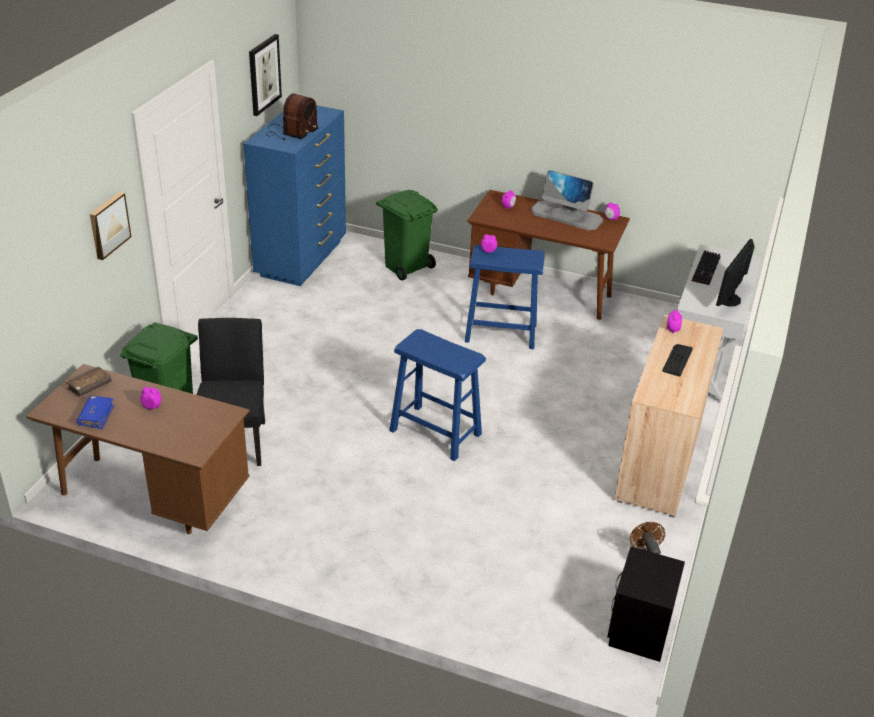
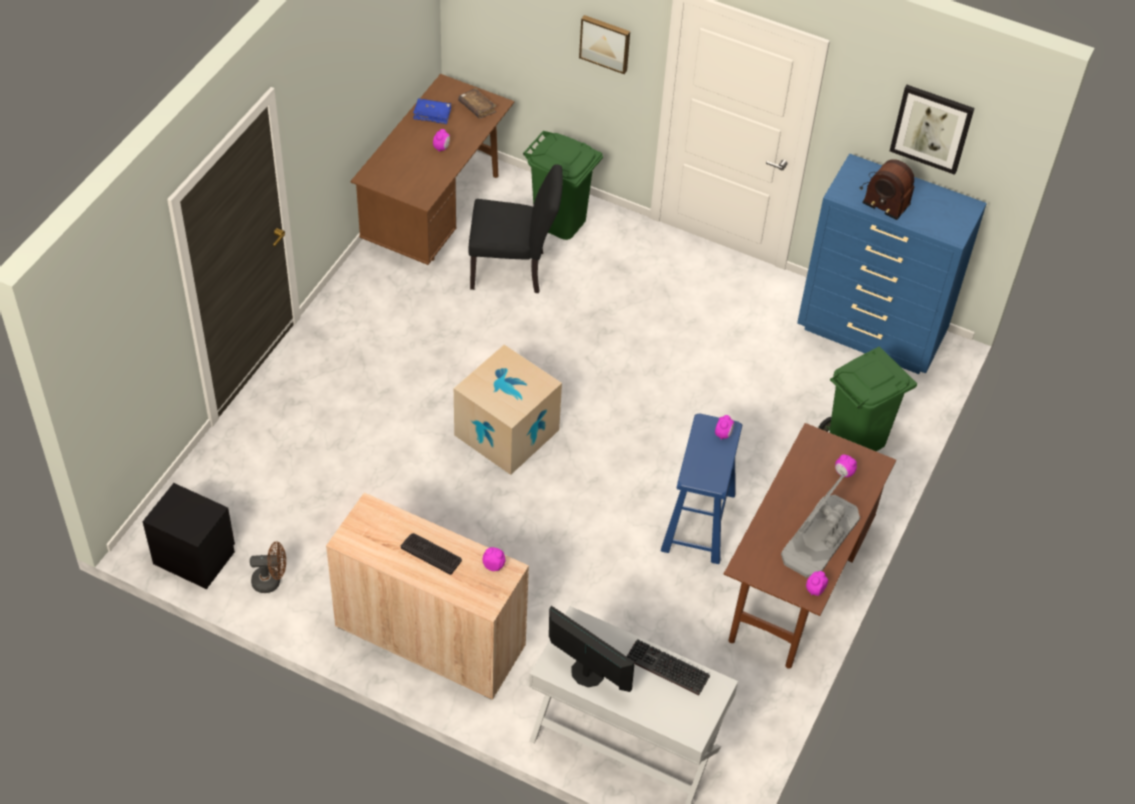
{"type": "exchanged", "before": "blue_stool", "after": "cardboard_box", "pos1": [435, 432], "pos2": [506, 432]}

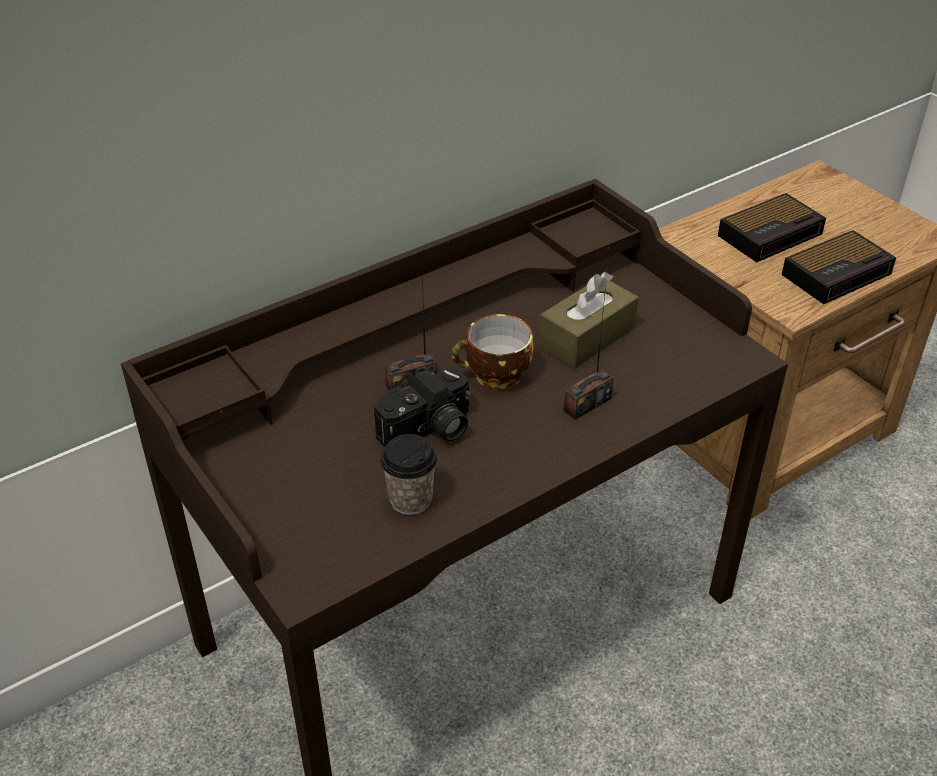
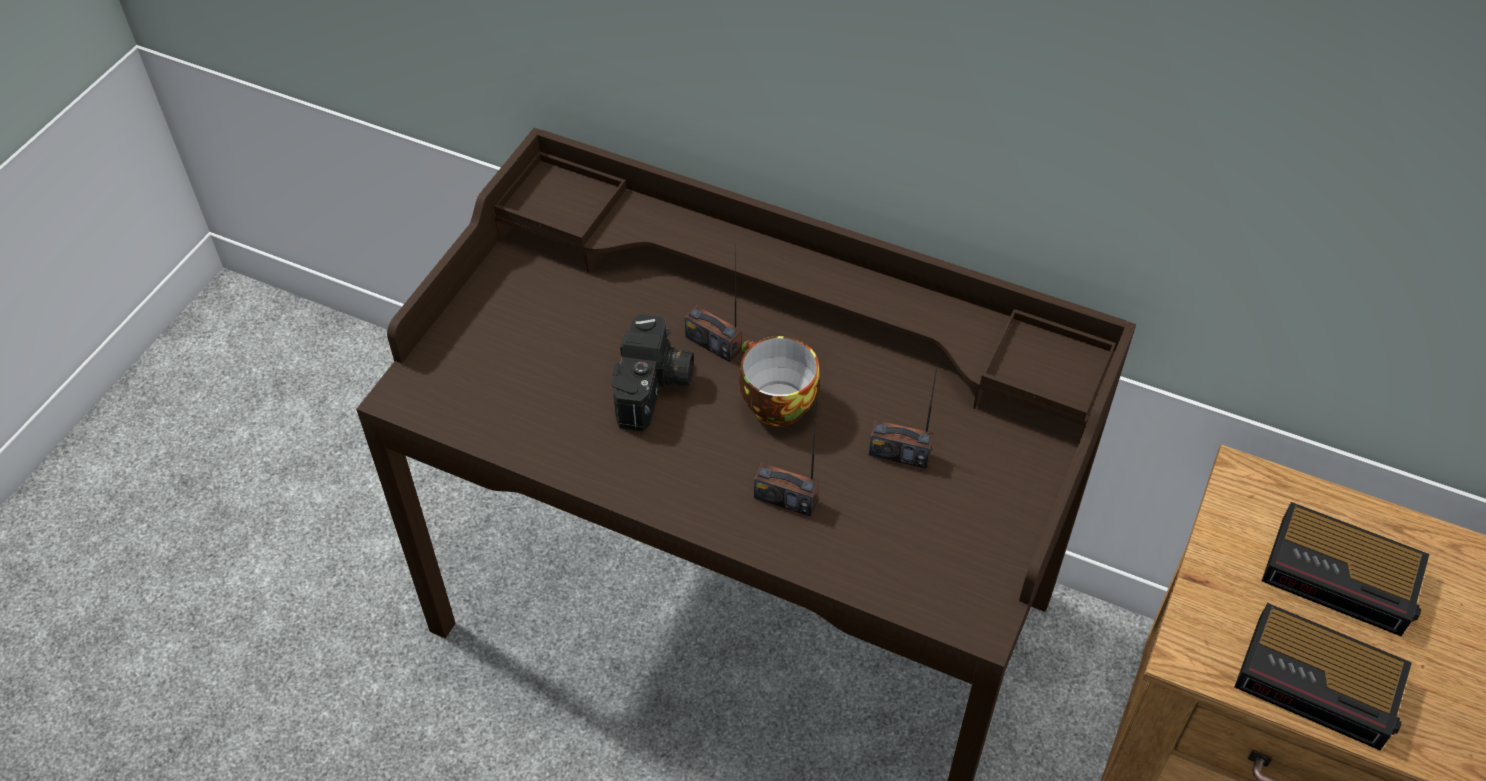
{"type": "missing", "before": "cup", "pos1": [410, 500]}
{"type": "exchanged", "before": "brown_tissue_box", "after": "radio", "pos1": [587, 337], "pos2": [899, 453]}
{"type": "spun", "before": "photo_camera", "pos1": [429, 431], "pos2": [655, 388], "turn": -105}

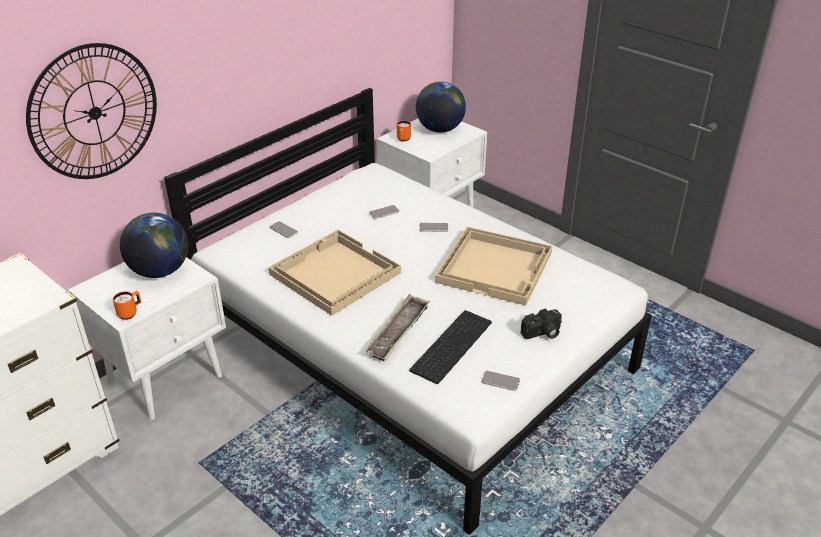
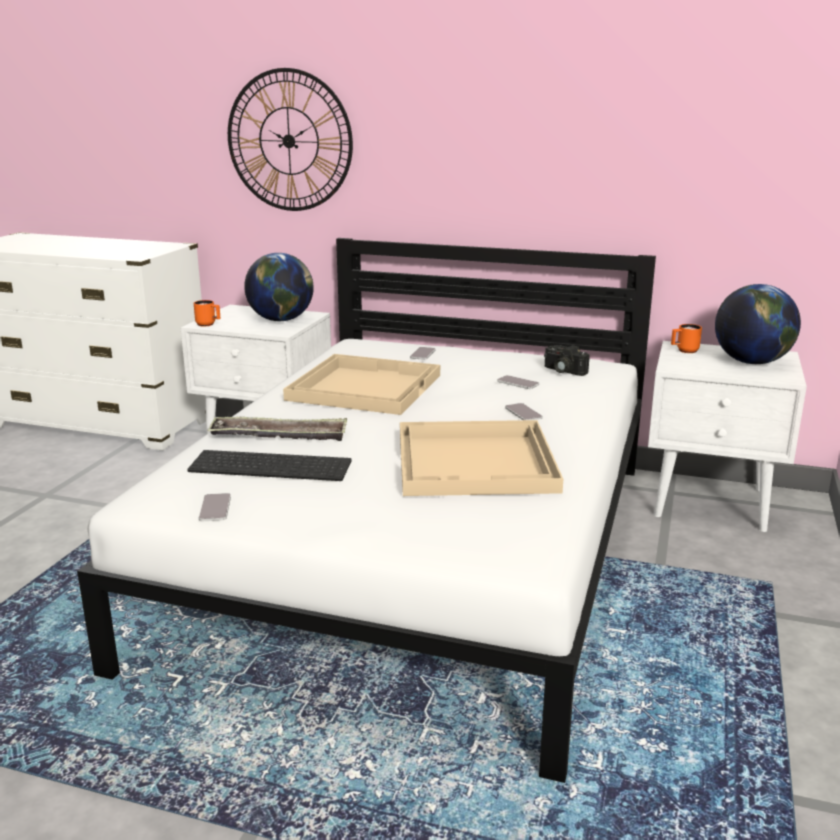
{"type": "relocated", "before": "photo_camera", "pos1": [542, 333], "pos2": [562, 371]}

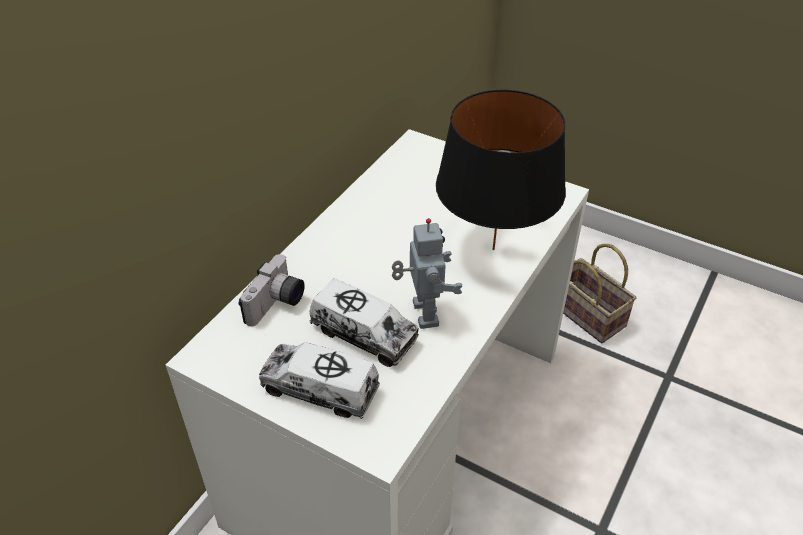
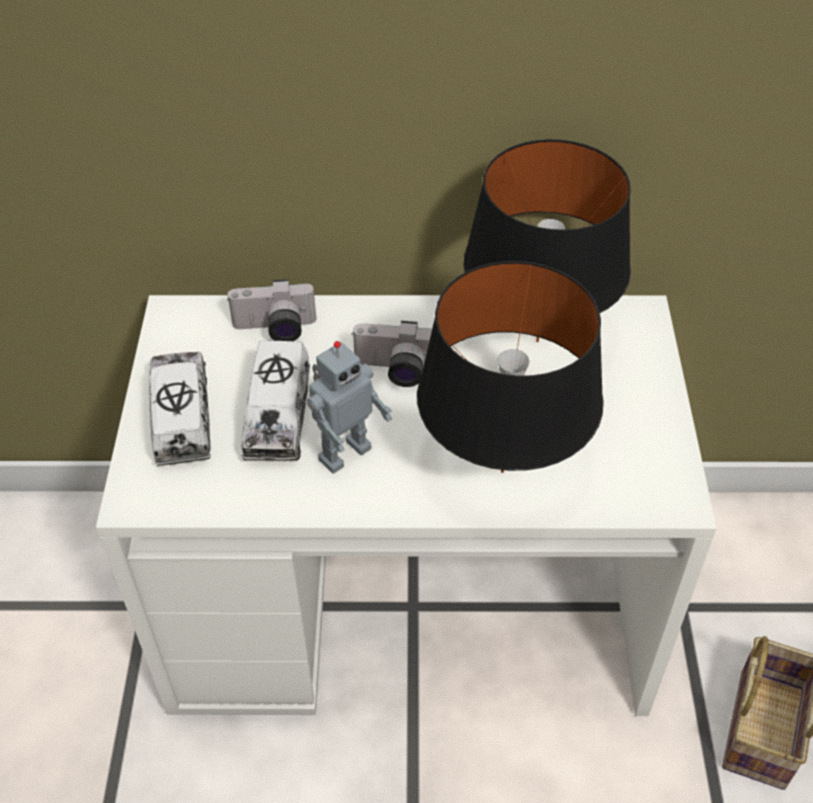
{"type": "appeared", "after": "photo_camera", "pos2": [396, 371]}
{"type": "appeared", "after": "black_table_lamp", "pos2": [537, 340]}

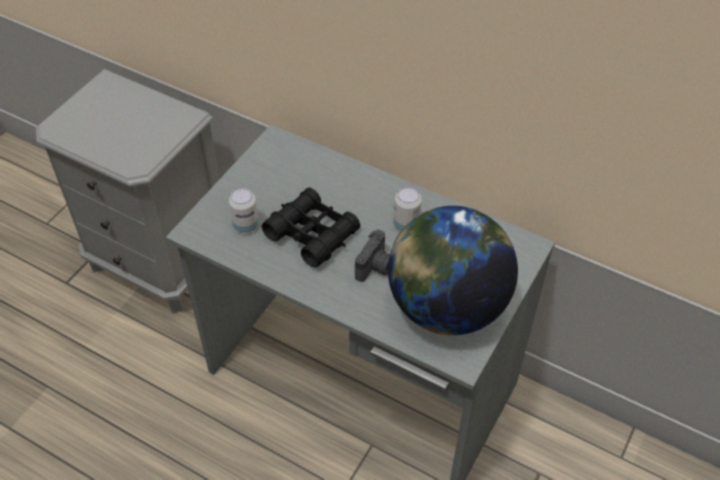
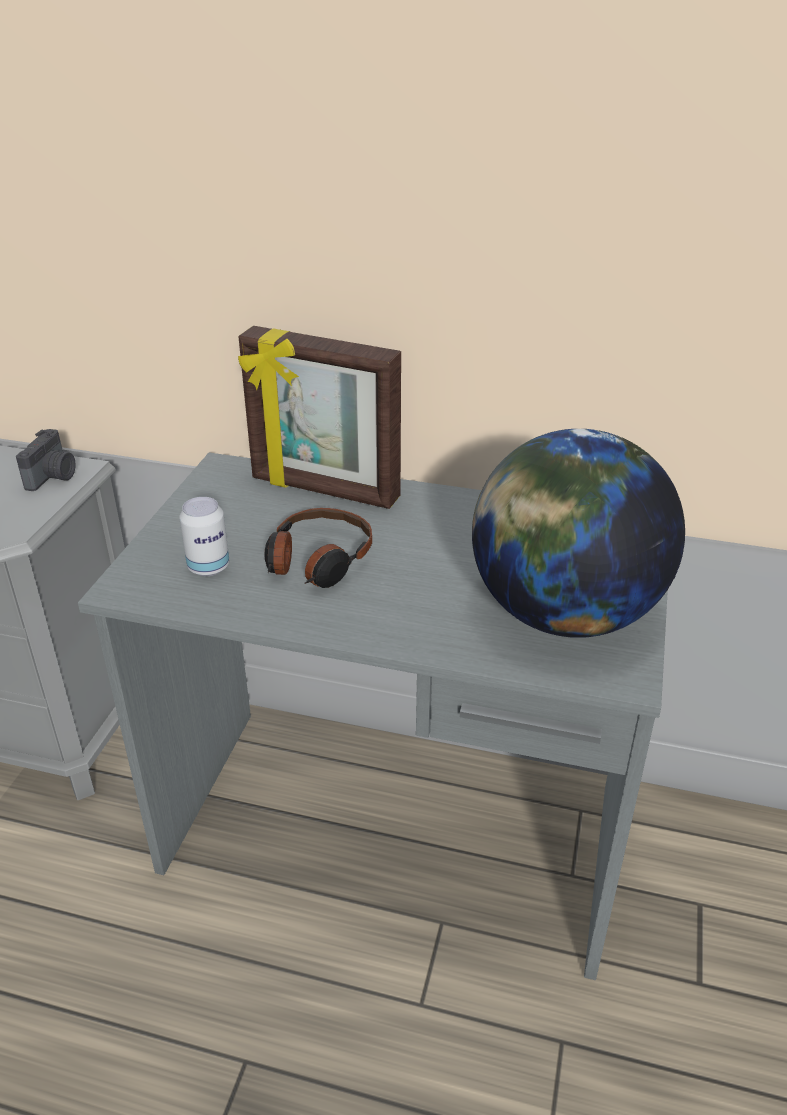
{"type": "missing", "before": "can", "pos1": [406, 224]}
{"type": "appeared", "after": "picture_frame", "pos2": [324, 490]}
{"type": "relocated", "before": "photo_camera", "pos1": [376, 267], "pos2": [53, 477]}
{"type": "exchanged", "before": "black_binoculars", "after": "headphones", "pos1": [312, 234], "pos2": [317, 561]}

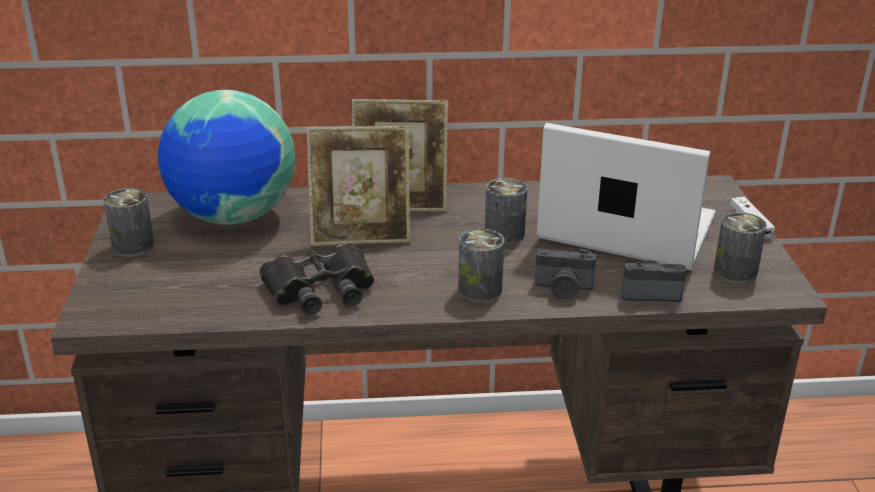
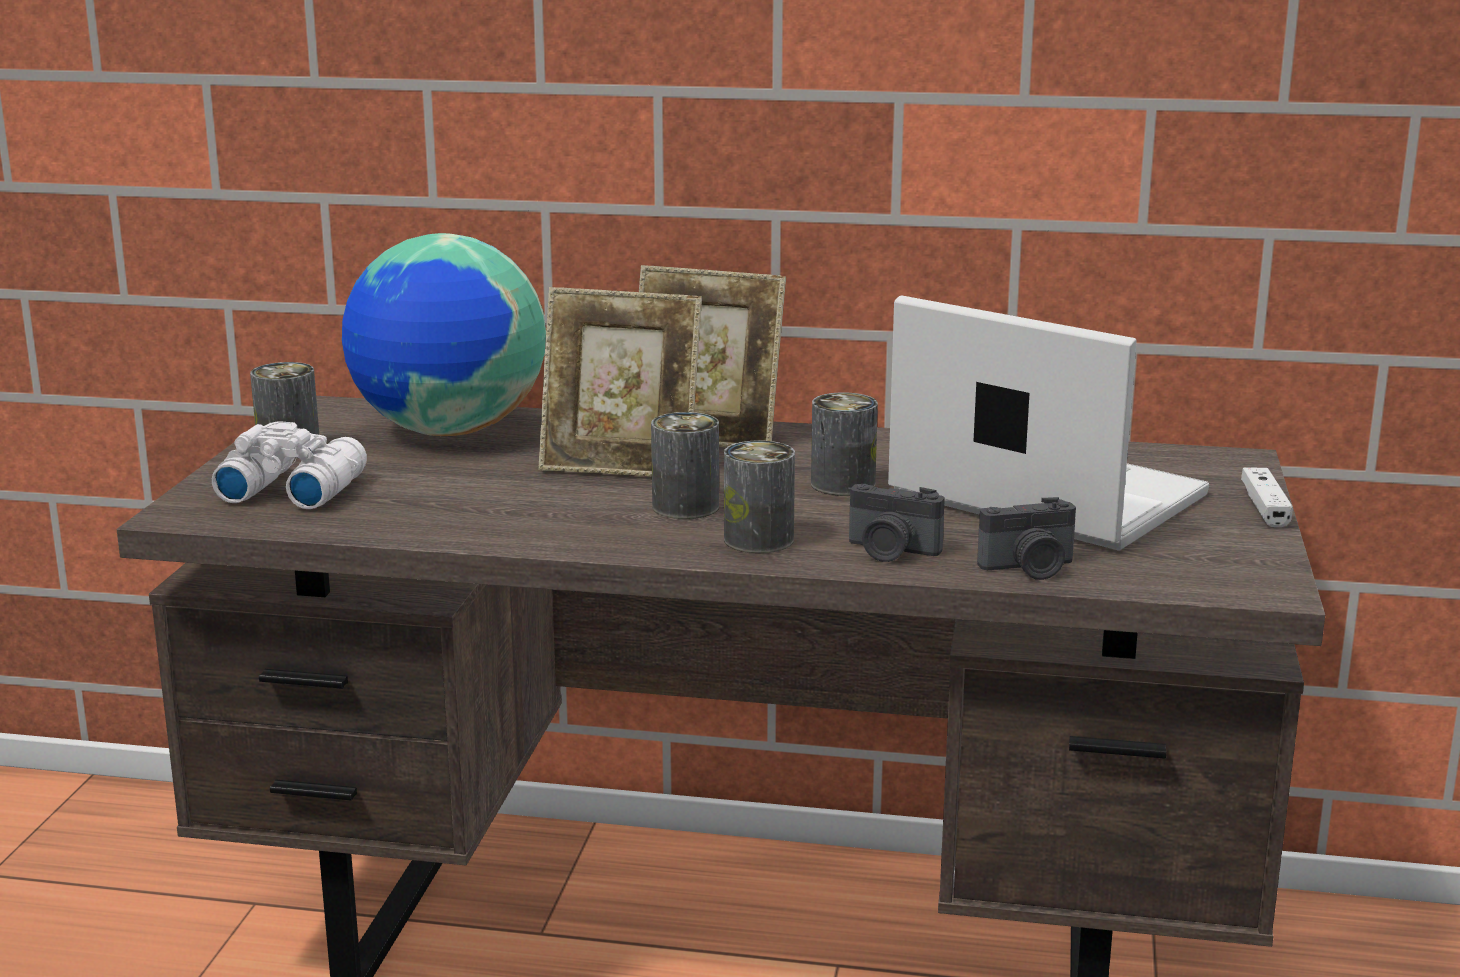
{"type": "missing", "before": "black_binoculars", "pos1": [320, 289]}
{"type": "appeared", "after": "white_binoculars", "pos2": [291, 489]}
{"type": "relocated", "before": "can", "pos1": [735, 272], "pos2": [685, 507]}
{"type": "spun", "before": "photo_camera", "pos1": [650, 293], "pos2": [1030, 568], "turn": 150}

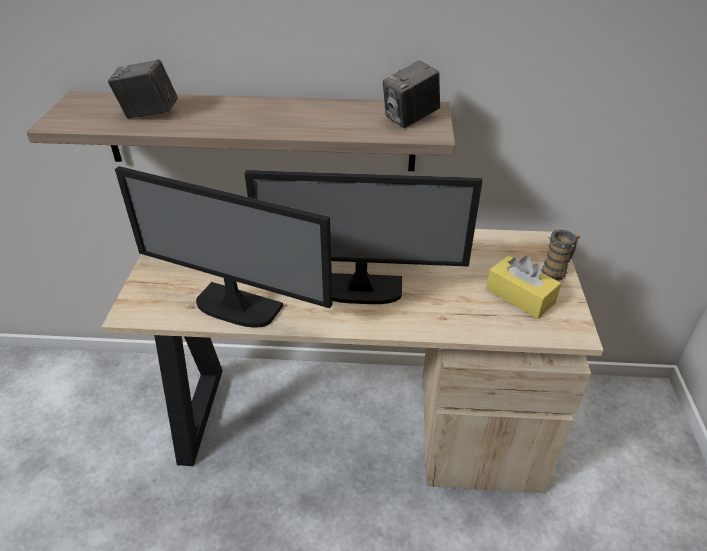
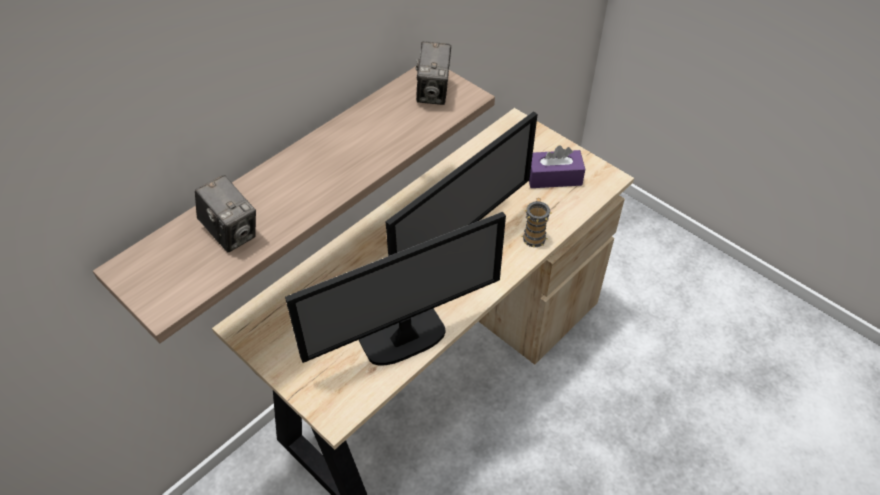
{"type": "relocated", "before": "mug", "pos1": [557, 271], "pos2": [534, 235]}
{"type": "colour", "before": "yellow_tissue_box", "after": "purple_tissue_box", "pos1": [520, 296], "pos2": [554, 177]}
{"type": "spun", "before": "photo_camera", "pos1": [149, 114], "pos2": [231, 233], "turn": -90}

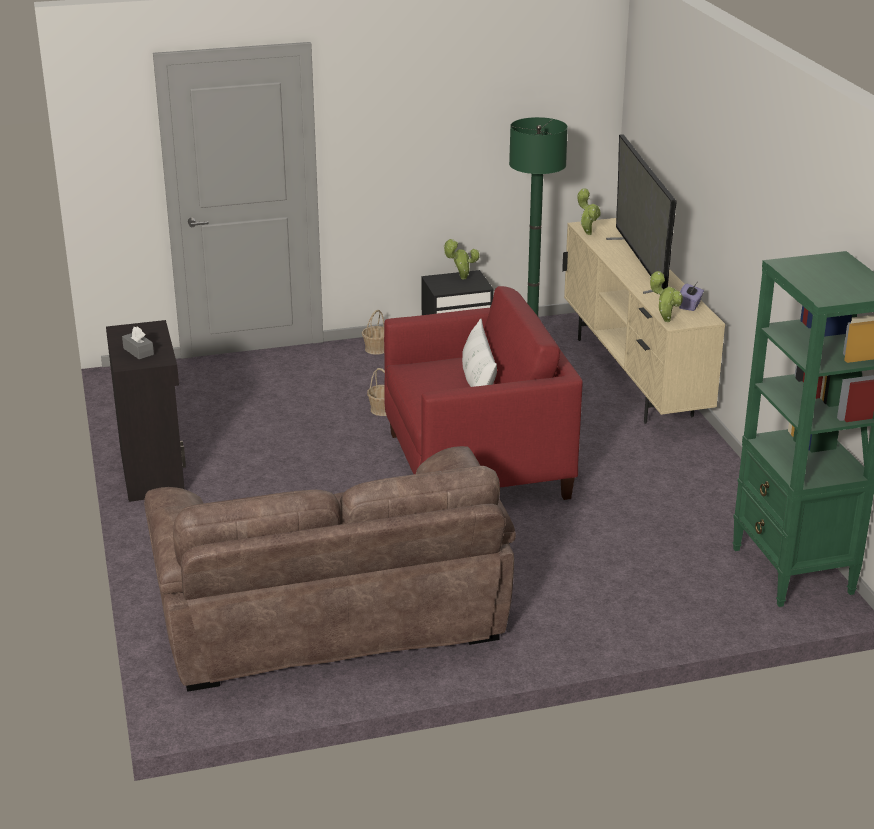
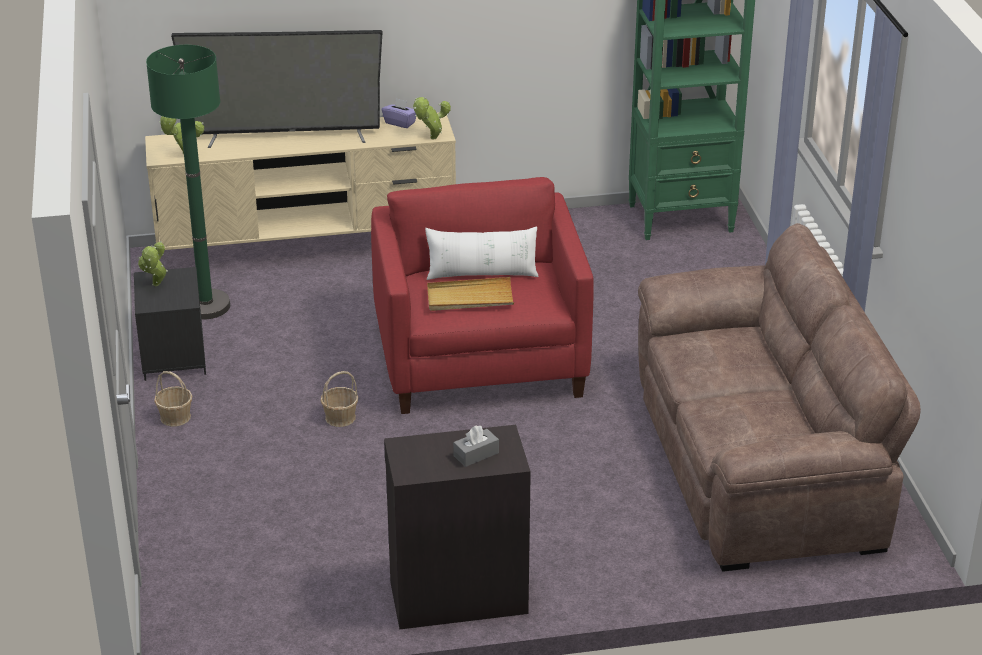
{"type": "appeared", "after": "beige_tray", "pos2": [469, 298]}

